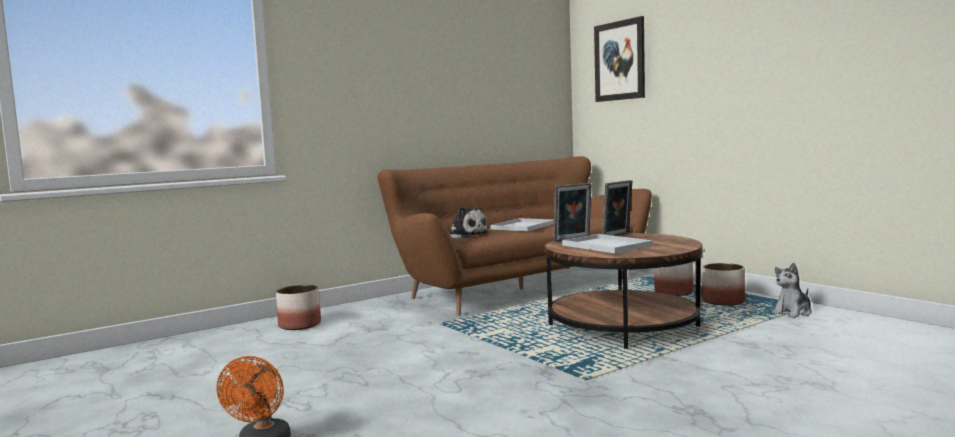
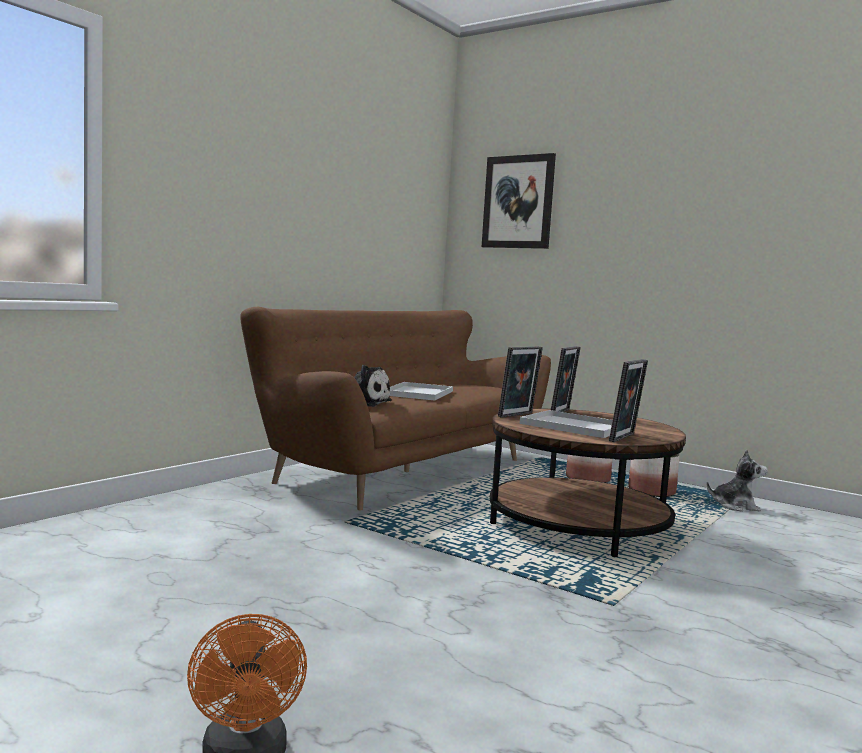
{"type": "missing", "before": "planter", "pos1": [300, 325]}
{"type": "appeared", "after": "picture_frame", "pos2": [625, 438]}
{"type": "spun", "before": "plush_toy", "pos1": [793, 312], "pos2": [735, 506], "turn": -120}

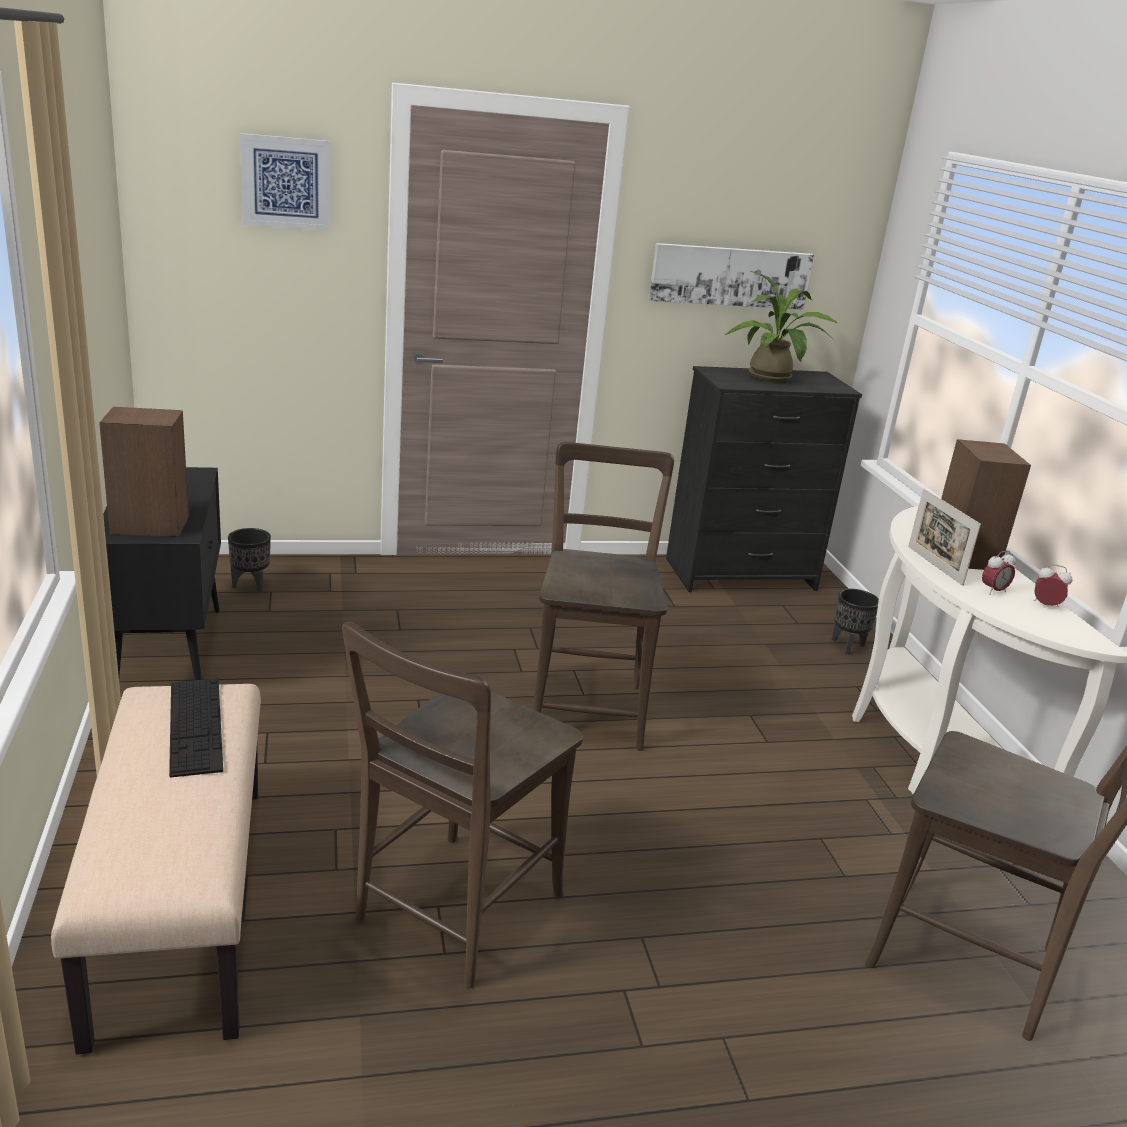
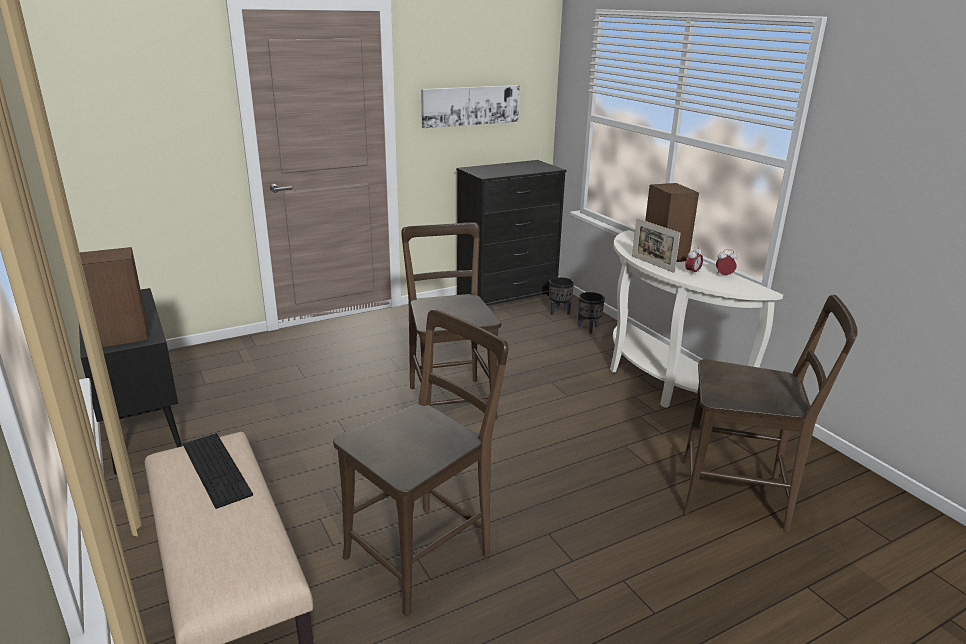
{"type": "missing", "before": "picture", "pos1": [286, 182]}
{"type": "missing", "before": "potted_plant", "pos1": [773, 378]}
{"type": "relocated", "before": "black_planter", "pos1": [251, 586], "pos2": [559, 312]}
{"type": "spun", "before": "brown_chair", "pos1": [452, 914], "pos2": [424, 552], "turn": -150}

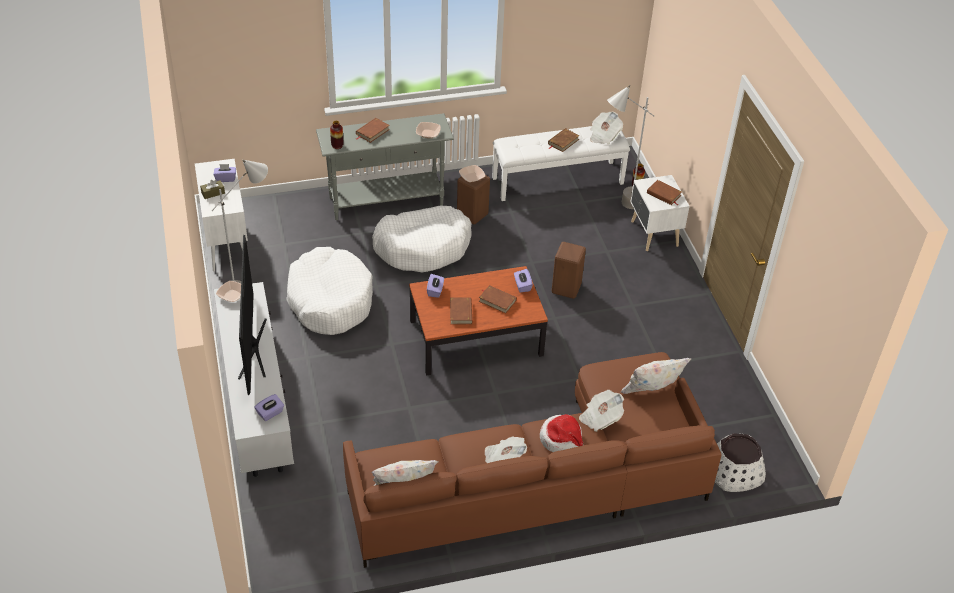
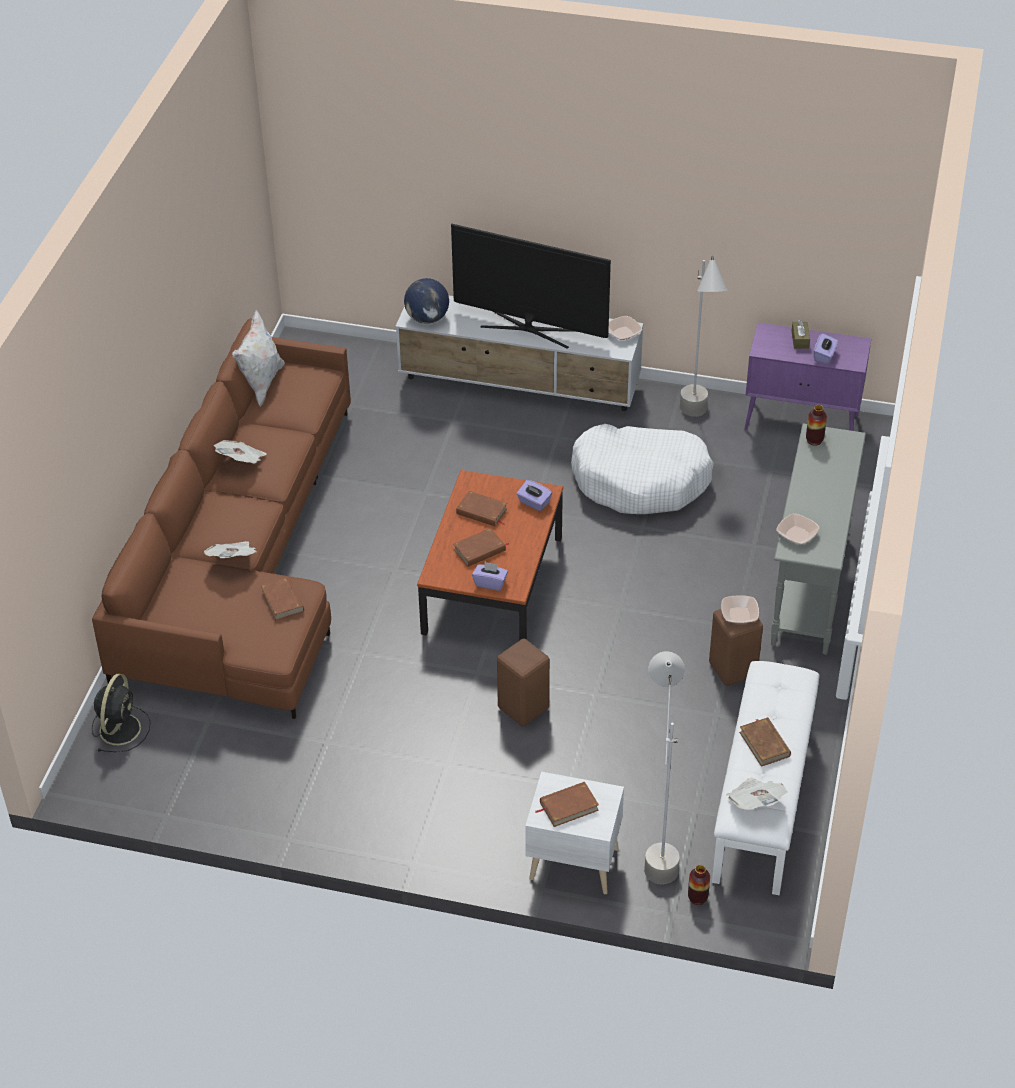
{"type": "missing", "before": "white_dog_bed", "pos1": [423, 247]}
{"type": "missing", "before": "hat", "pos1": [562, 439]}
{"type": "missing", "before": "white_pillow", "pos1": [652, 393]}
{"type": "relocated", "before": "brown_book", "pos1": [372, 132], "pos2": [283, 601]}
{"type": "exchanged", "before": "purple_tissue_box", "after": "globe", "pos1": [270, 413], "pos2": [427, 318]}
{"type": "exchanged", "before": "white_planter", "after": "black_fan", "pos1": [734, 473], "pos2": [121, 728]}
{"type": "colour", "before": "white_cabinet", "after": "purple_cabinet", "pos1": [226, 242], "pos2": [802, 423]}

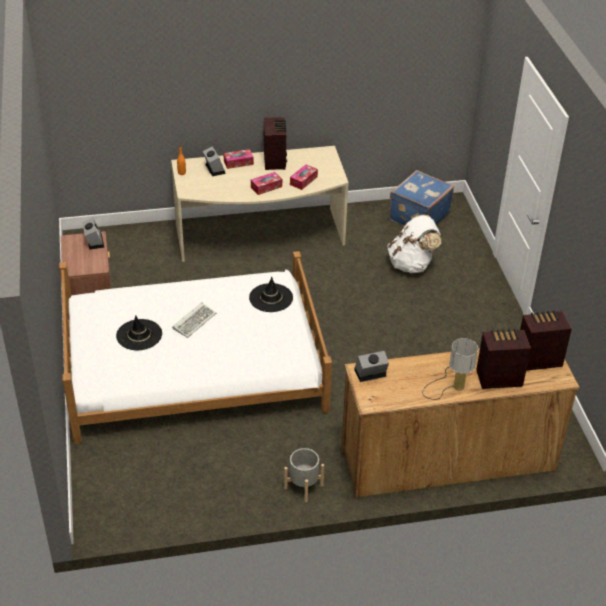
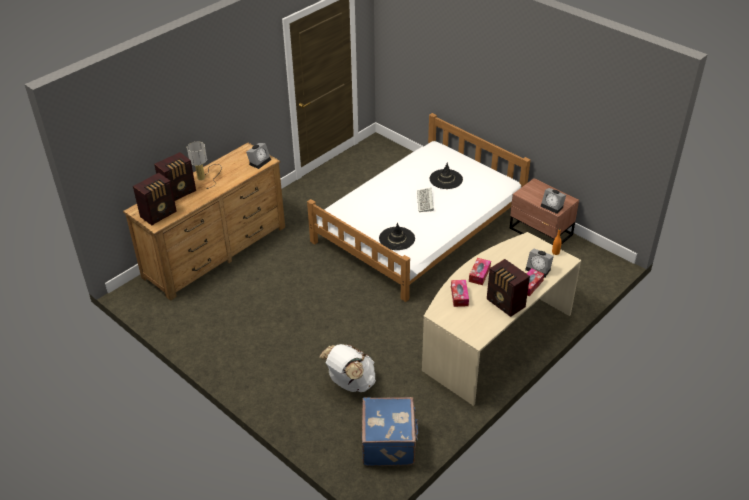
{"type": "missing", "before": "grey_planter", "pos1": [303, 486]}

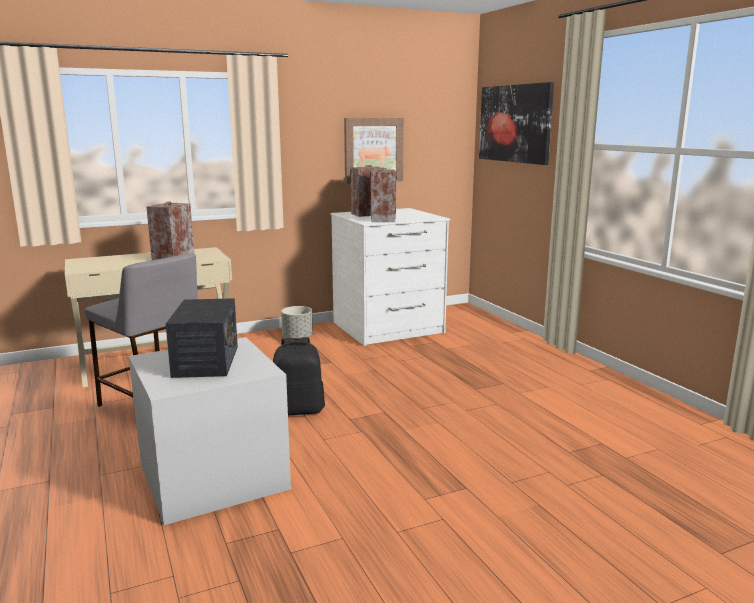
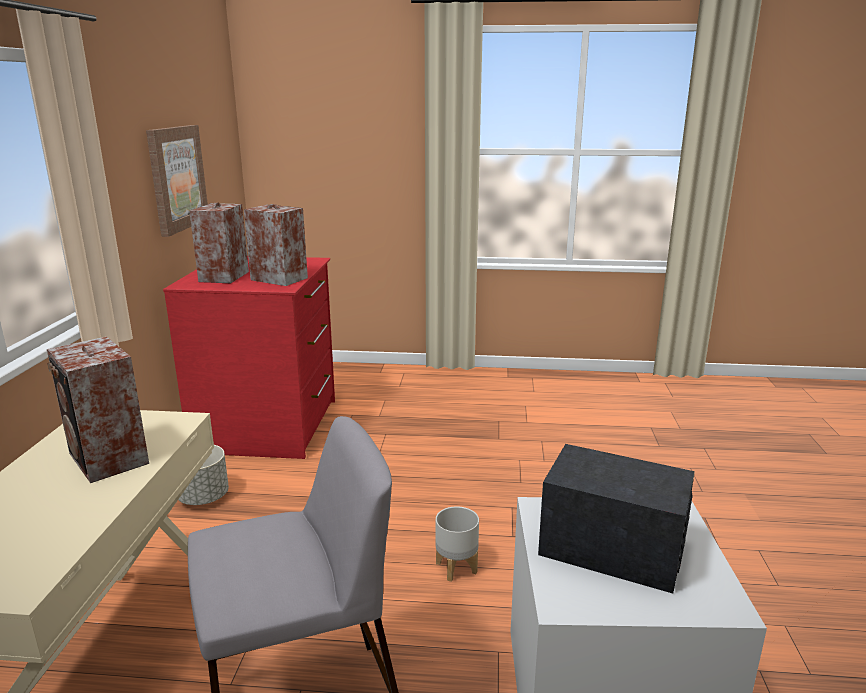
{"type": "missing", "before": "picture", "pos1": [515, 123]}
{"type": "exchanged", "before": "black_backpack", "after": "grey_planter", "pos1": [298, 410], "pos2": [456, 567]}
{"type": "colour", "before": "white_dresser", "after": "red_dresser", "pos1": [388, 328], "pos2": [269, 425]}

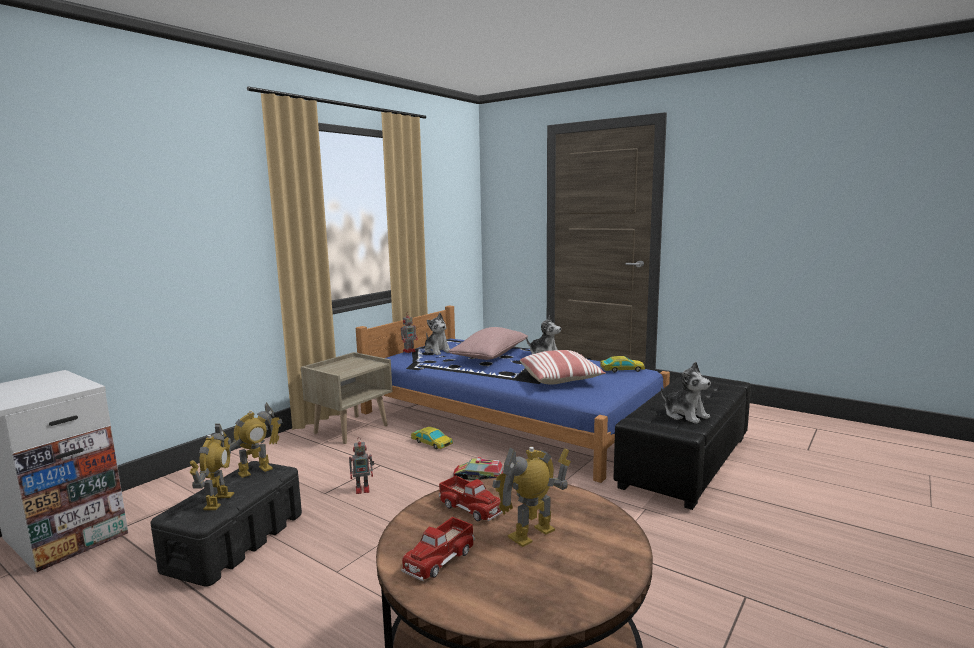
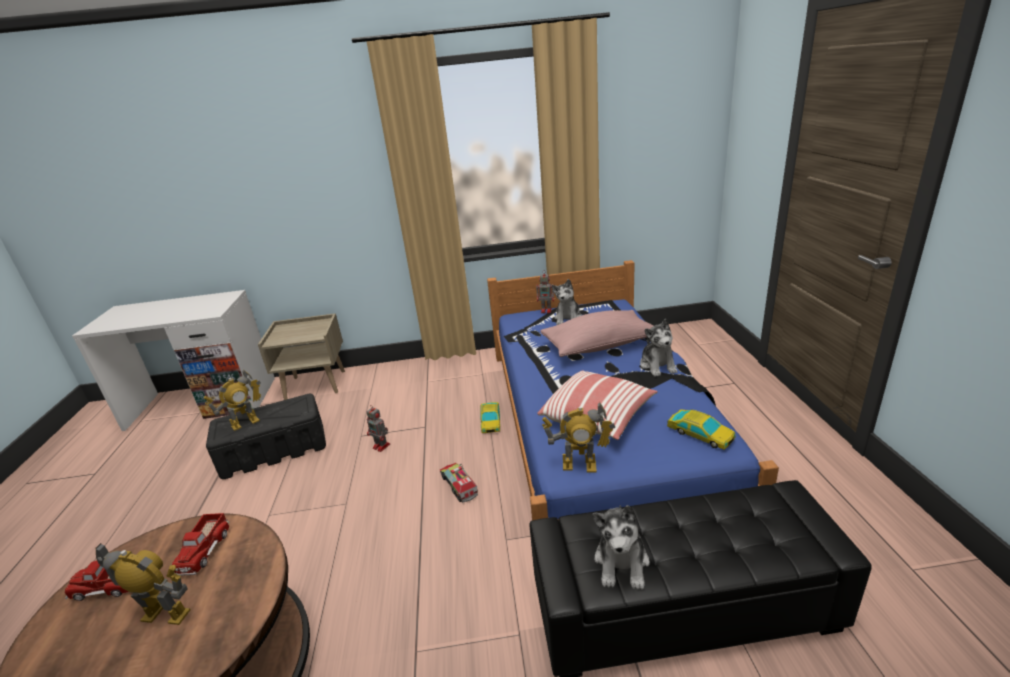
{"type": "relocated", "before": "toy_robot", "pos1": [255, 471], "pos2": [579, 466]}
{"type": "relocated", "before": "beige_nightstand", "pos1": [351, 429], "pos2": [316, 384]}

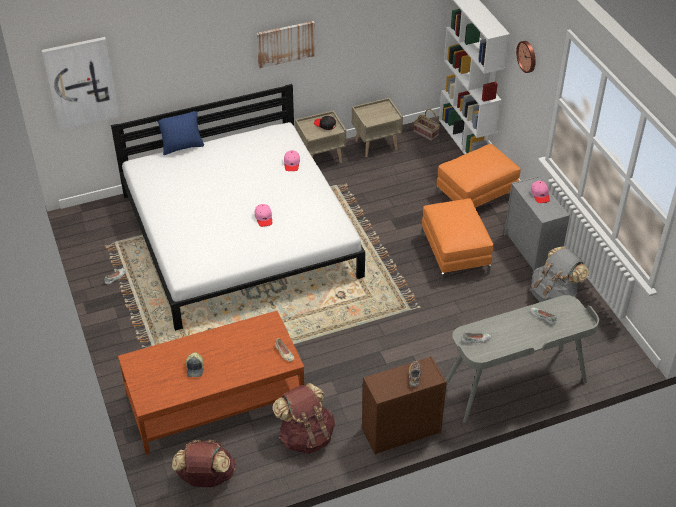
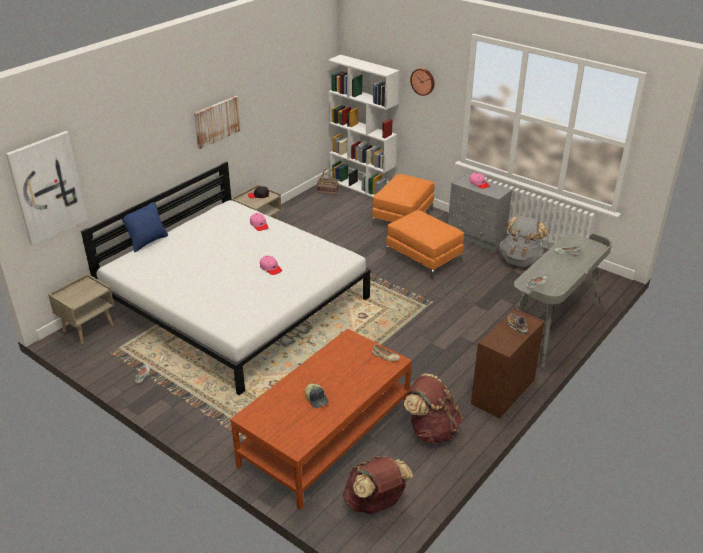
{"type": "relocated", "before": "beige_nightstand", "pos1": [376, 144], "pos2": [88, 328]}

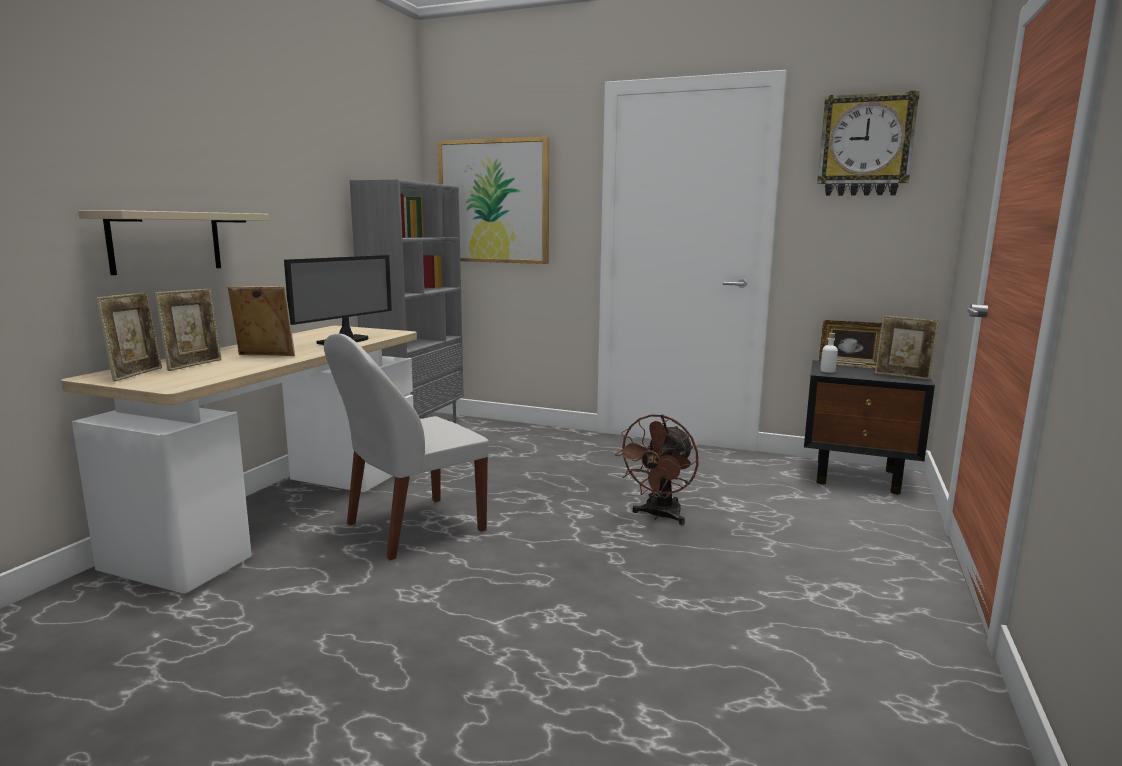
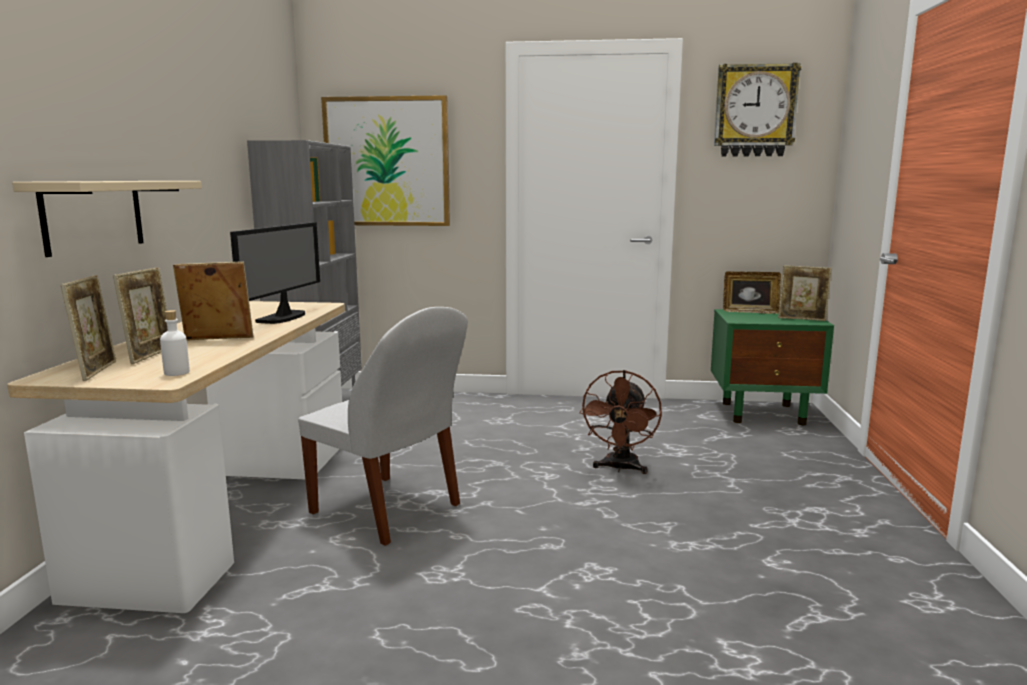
{"type": "relocated", "before": "white_bottle", "pos1": [827, 371], "pos2": [177, 372]}
{"type": "colour", "before": "black_nightstand", "after": "green_nightstand", "pos1": [858, 477], "pos2": [764, 413]}
{"type": "spun", "before": "white_chair", "pos1": [411, 528], "pos2": [388, 510], "turn": -90}

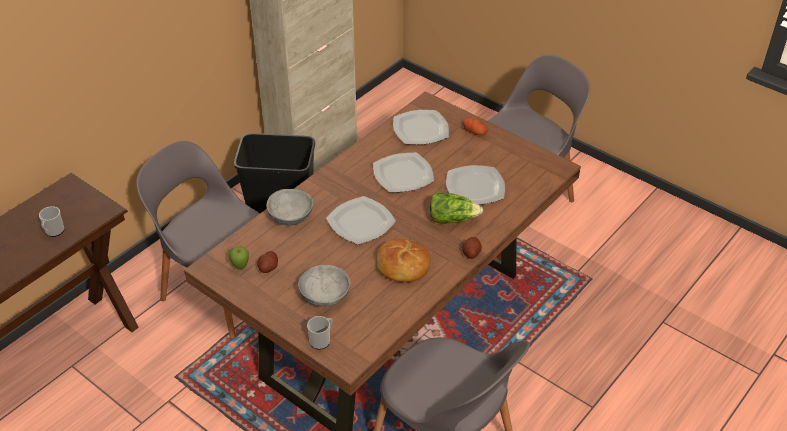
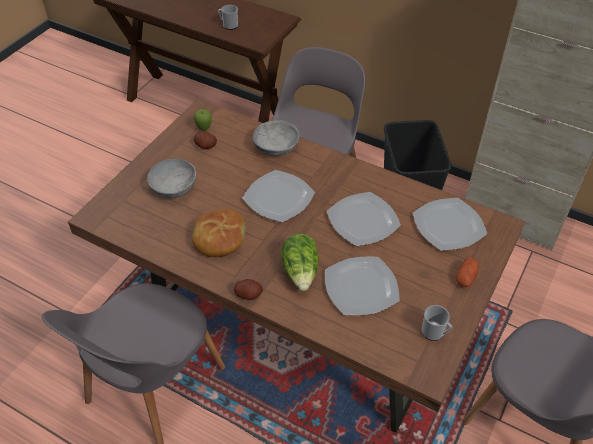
{"type": "relocated", "before": "mug", "pos1": [322, 340], "pos2": [435, 333]}

